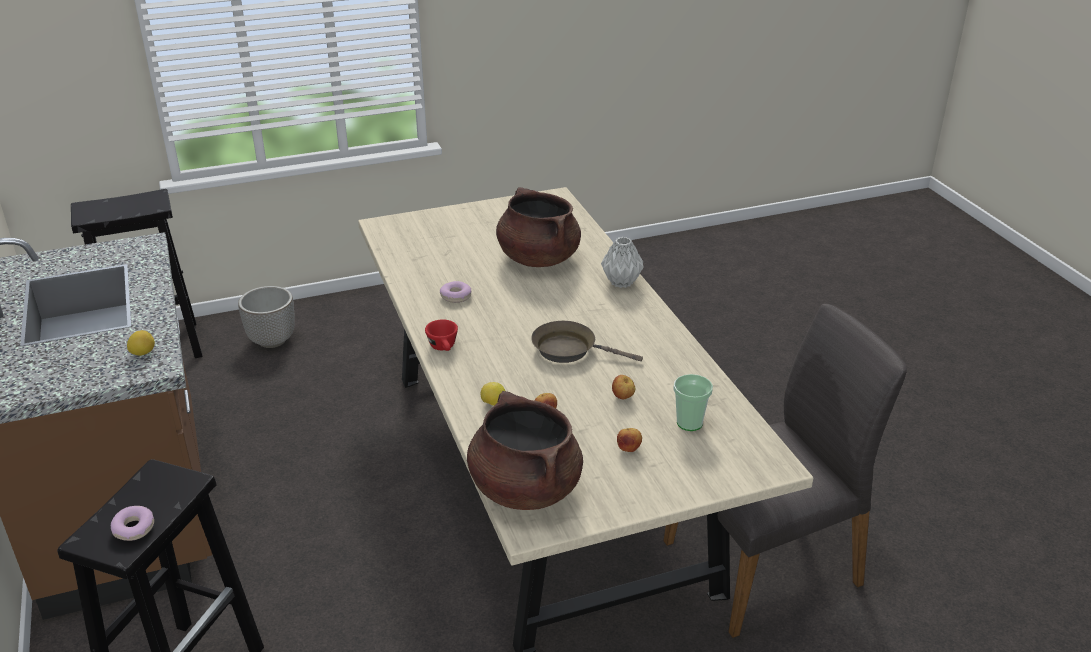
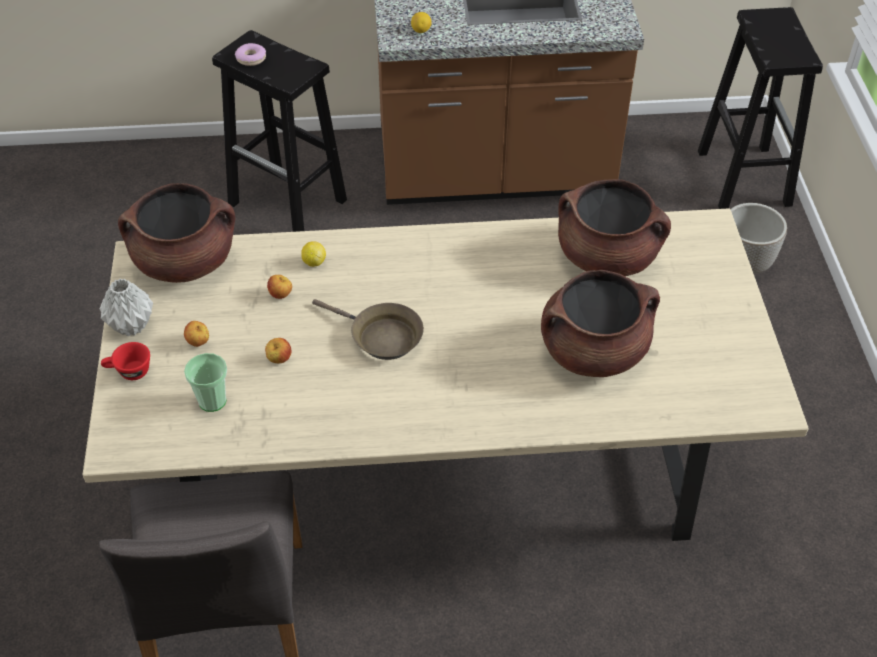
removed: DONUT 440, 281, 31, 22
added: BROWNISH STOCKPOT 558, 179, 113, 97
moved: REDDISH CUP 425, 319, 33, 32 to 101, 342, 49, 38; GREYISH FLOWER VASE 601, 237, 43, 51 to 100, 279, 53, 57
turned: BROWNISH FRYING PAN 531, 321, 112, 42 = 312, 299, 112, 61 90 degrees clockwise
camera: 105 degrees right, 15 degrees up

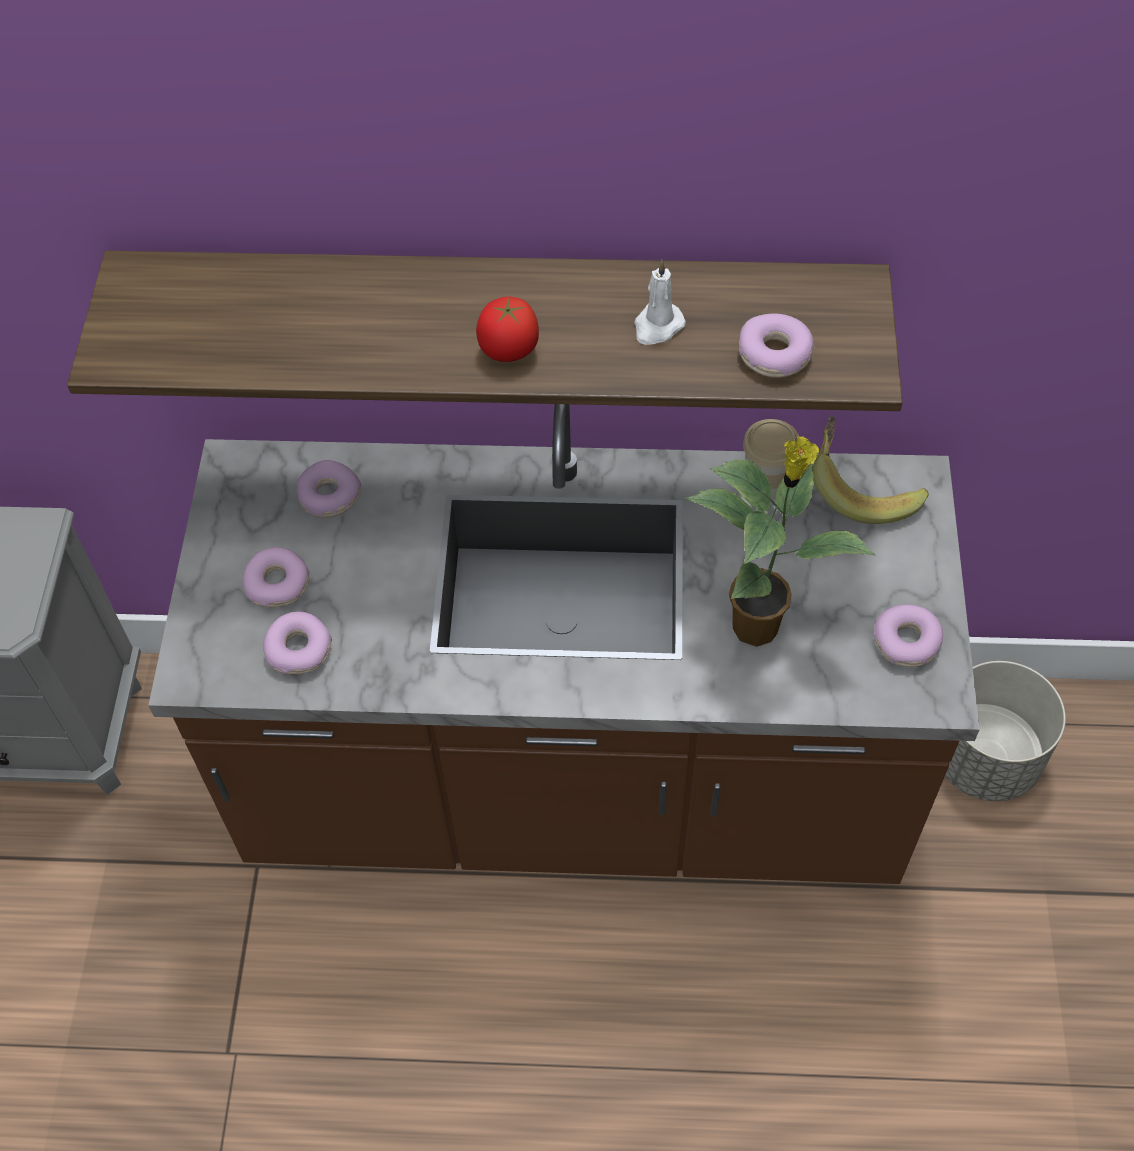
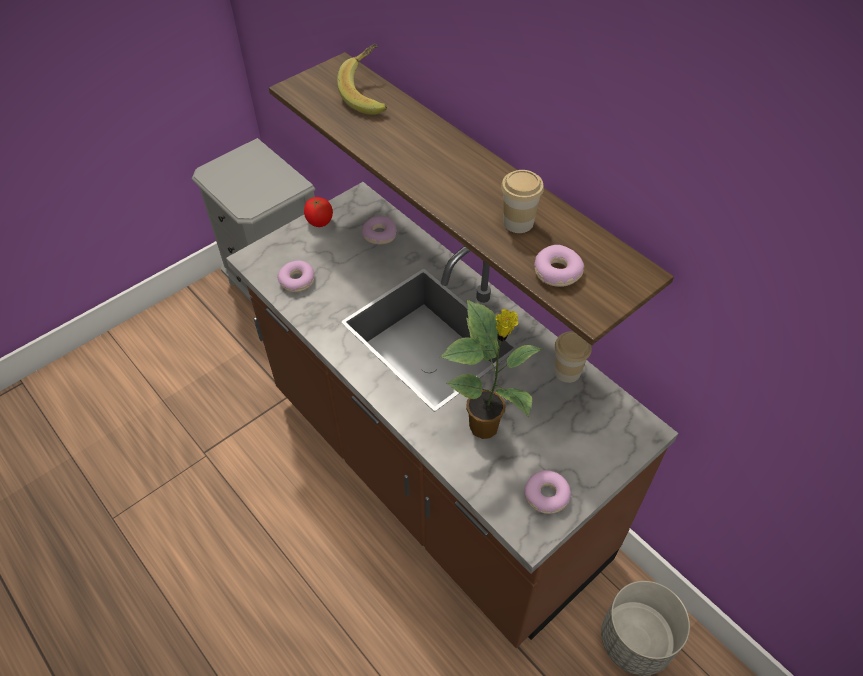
removed: DONUT 242, 547, 67, 60
moved: TOMATO 476, 297, 63, 65 to 304, 197, 29, 30; BANANA 813, 416, 116, 108 to 337, 44, 50, 71
replaced: WHITE CANDLE 634, 260, 52, 85 to CUP 501, 170, 43, 63
camera: 45 degrees right, 5 degrees down

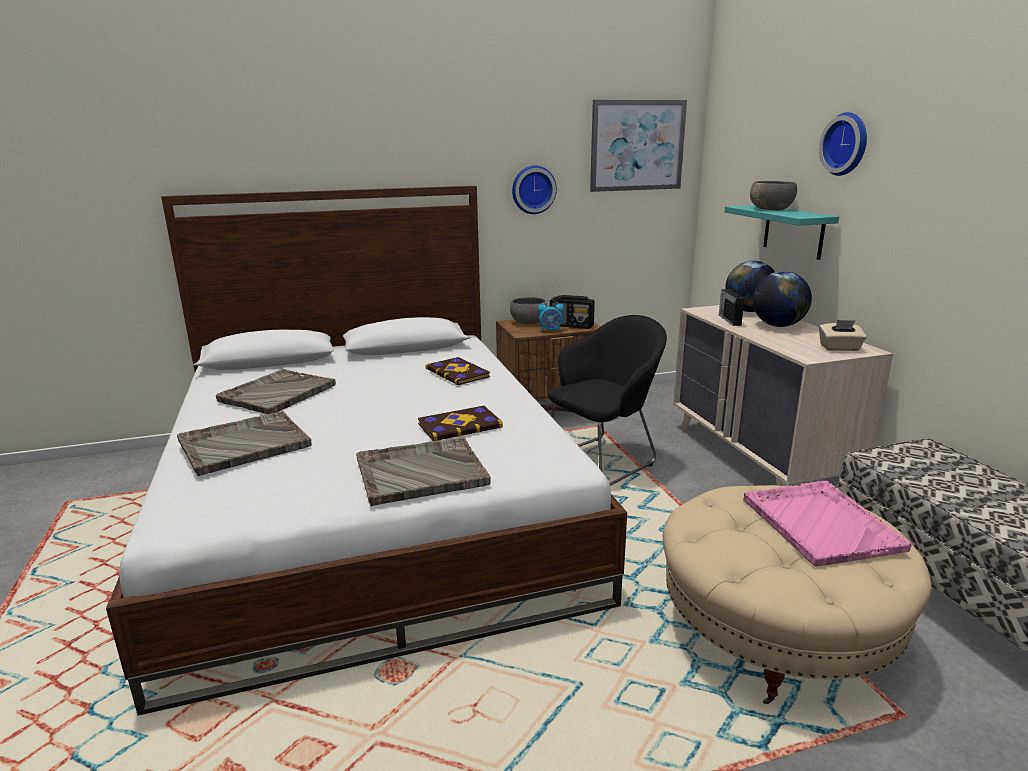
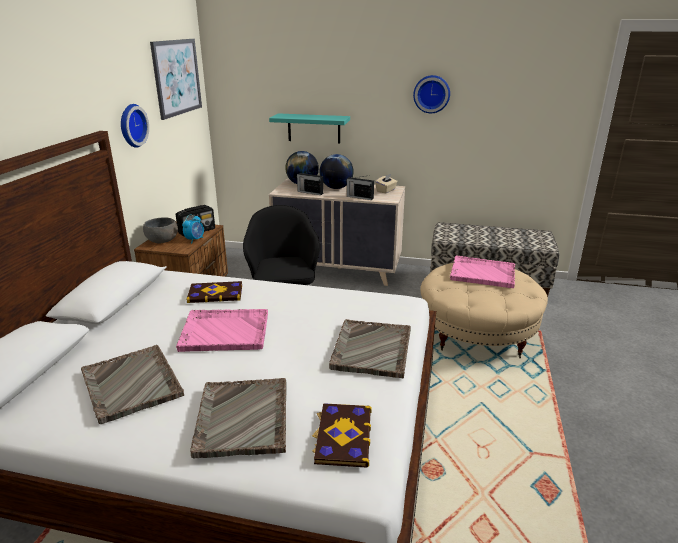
removed: GREYISH DEEP DISH 750, 181, 47, 29
added: PINK-COLOURED CARRYING TRAY 176, 309, 92, 43; RADIO 346, 176, 28, 24
moved: BOUND BOOK 418, 406, 85, 35 to 312, 403, 60, 65; HANGING CLOCK 819, 112, 48, 64 to 413, 75, 37, 38
camera: 60 degrees left, 5 degrees up

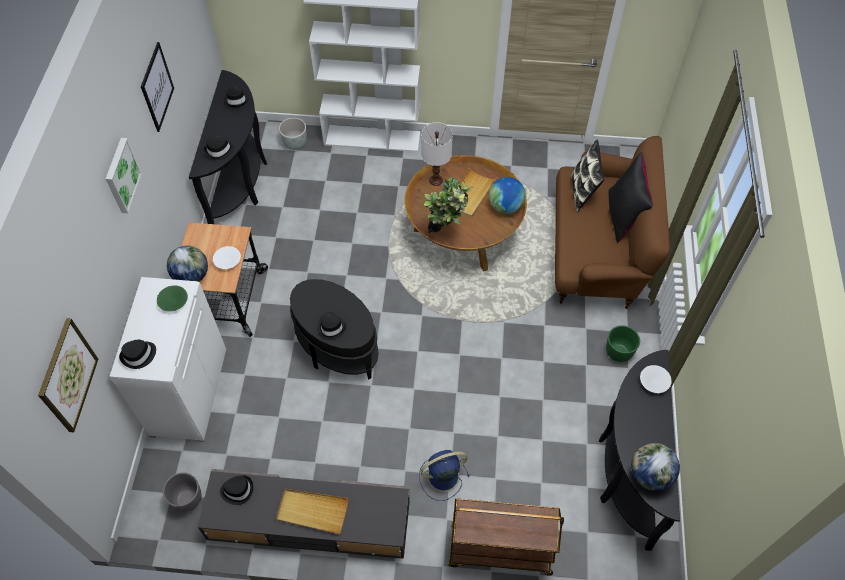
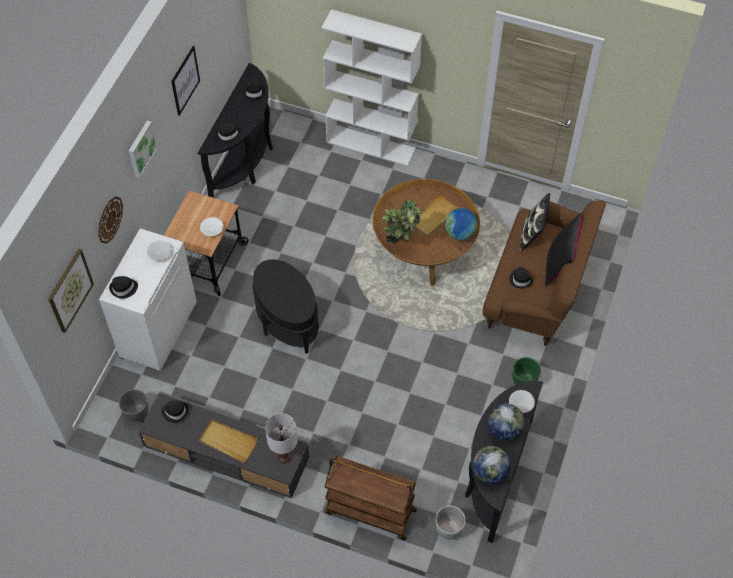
removed: BLUE-COLOURED FAN 419, 450, 51, 51
added: HANGING CLOCK 98, 196, 25, 48
moved: GLOBE 167, 246, 41, 36 to 488, 403, 37, 38; GREYISH PLANT POT 279, 118, 28, 32 to 435, 506, 31, 34; BLACK-COLOURED WEARABLE HAT 317, 312, 29, 26 to 509, 267, 24, 21; WHITE LAMP FOR A TABLE 421, 122, 32, 64 to 265, 413, 33, 51
recoloured: GREEN-COLOURED DEEP DISH 157, 285, 31, 27 to WHITE DEEP DISH 147, 240, 24, 21
camera: 15 degrees right, 0 degrees up

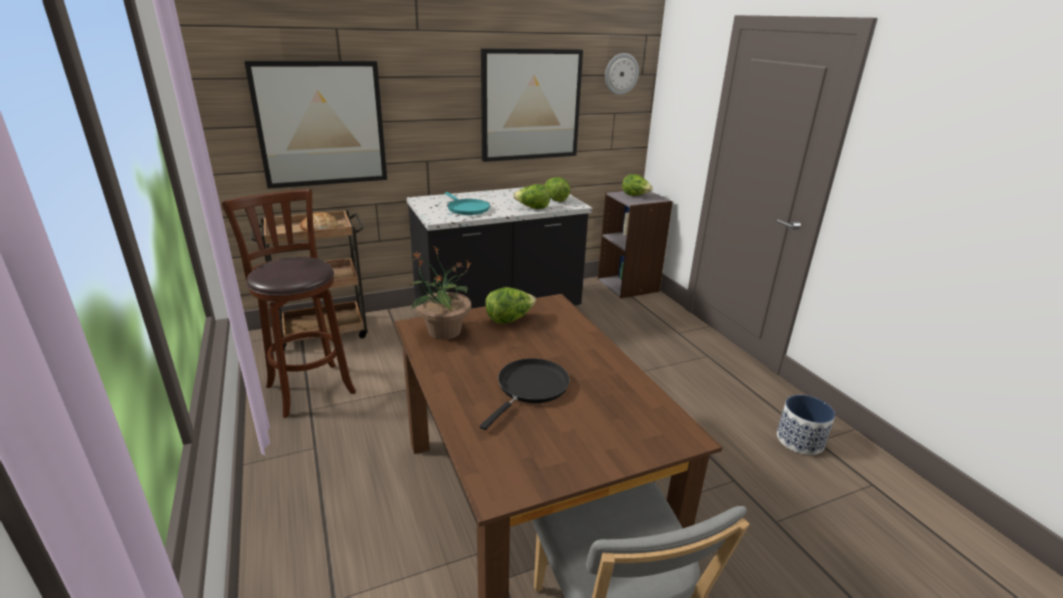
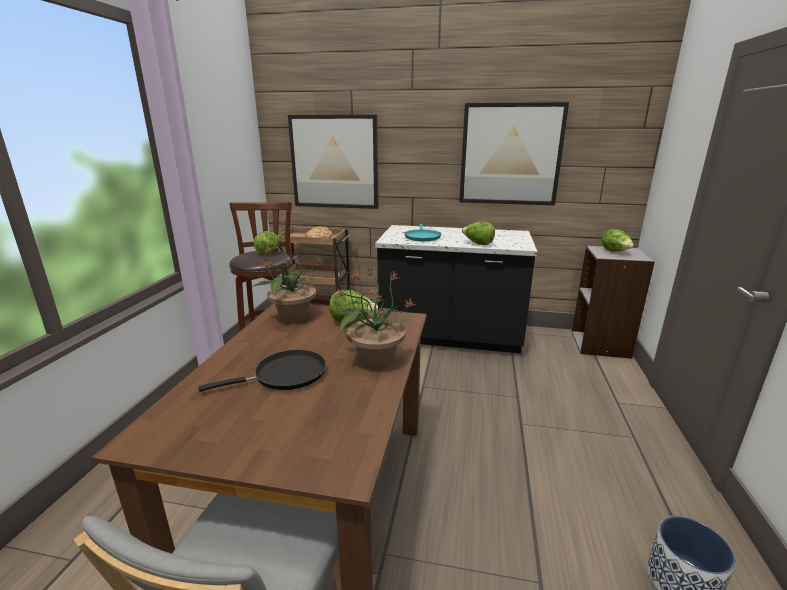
removed: HANGING CLOCK 605, 53, 34, 42
added: POTTED PLANT 335, 267, 81, 102
moved: LETTUCE 545, 177, 25, 25 to 254, 231, 26, 24
camera: 35 degrees right, 5 degrees down

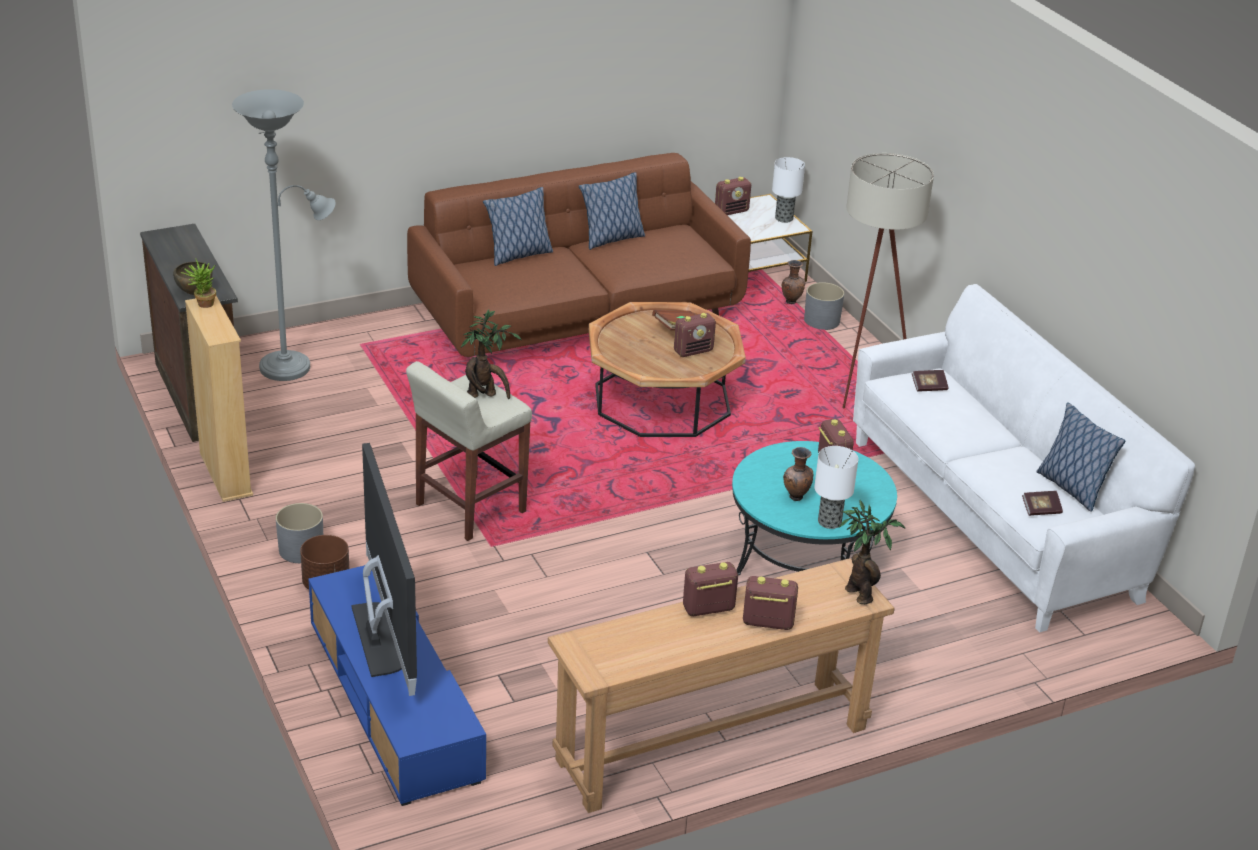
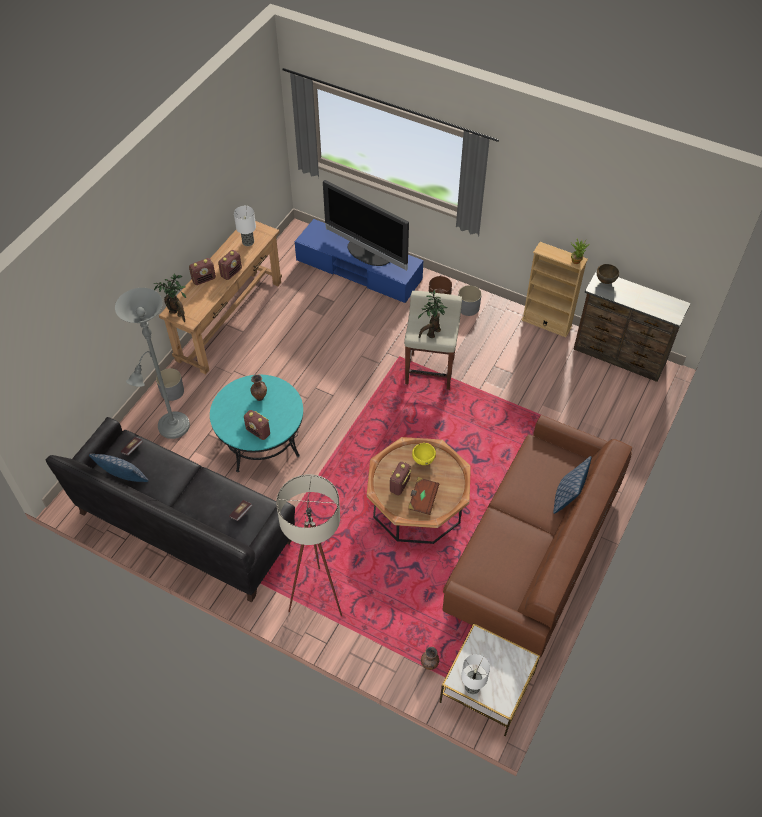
removed: PILLOW 579, 172, 66, 78; RADIO 715, 177, 36, 38
added: YELLOW DEEP DISH 412, 443, 24, 22
moved: GREYISH FLOOR LAMP 232, 89, 104, 292 to 115, 288, 75, 151; GREYISH PLANT POT 804, 282, 40, 48 to 156, 368, 28, 33; LAMP FOR A TABLE 814, 446, 44, 83 to 234, 206, 22, 40
recoloured: WHITE COUCH 853, 284, 342, 348 to BLACK-COLOURED COUCH 46, 417, 249, 185
camera: 145 degrees right, 20 degrees up

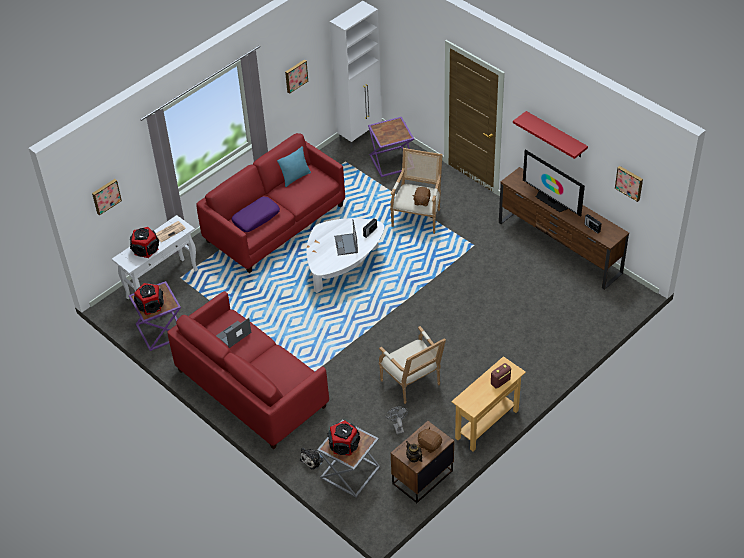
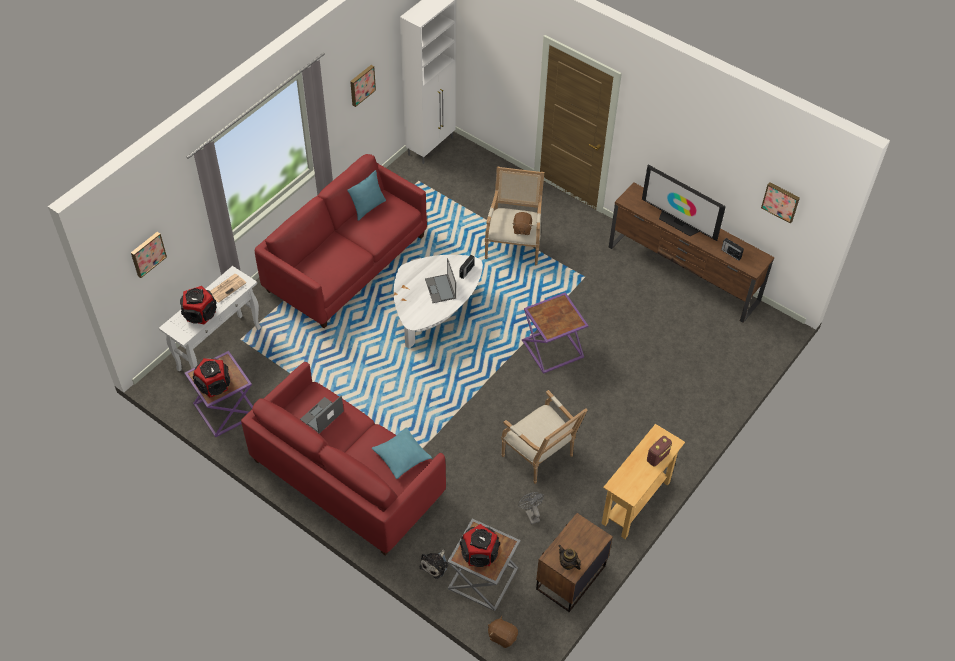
removed: PURPLE-COLOURED PILLOW 231, 197, 49, 35; REDDISH BRACKET SHELF 513, 111, 75, 48
added: TURQUOISE-COLOURED PILLOW 372, 427, 60, 52
moved: PURPLE-COLOURED ACCENT TABLE 368, 117, 46, 60 to 522, 292, 66, 82; BROWNISH SOFT TOY 418, 427, 24, 26 to 488, 616, 30, 32
camera: 10 degrees left, 5 degrees up

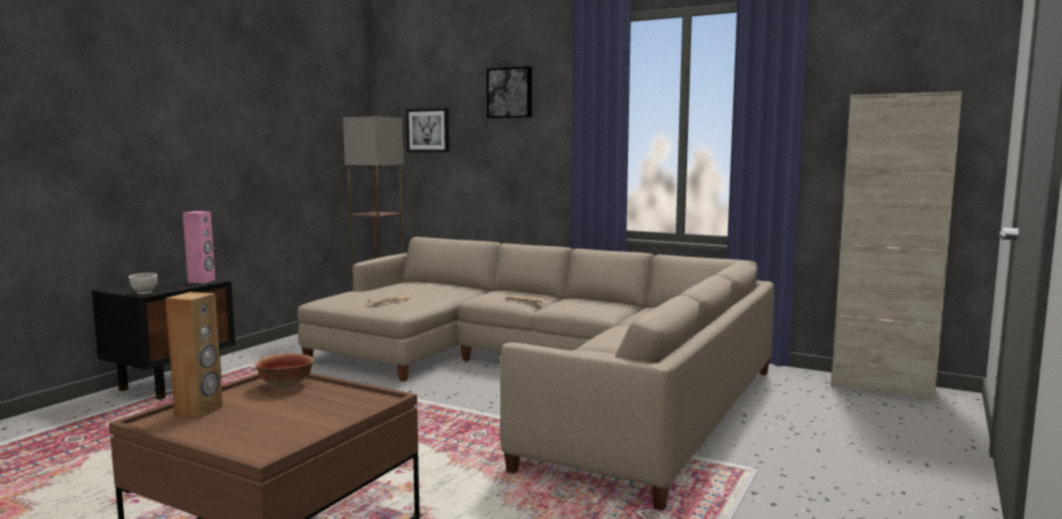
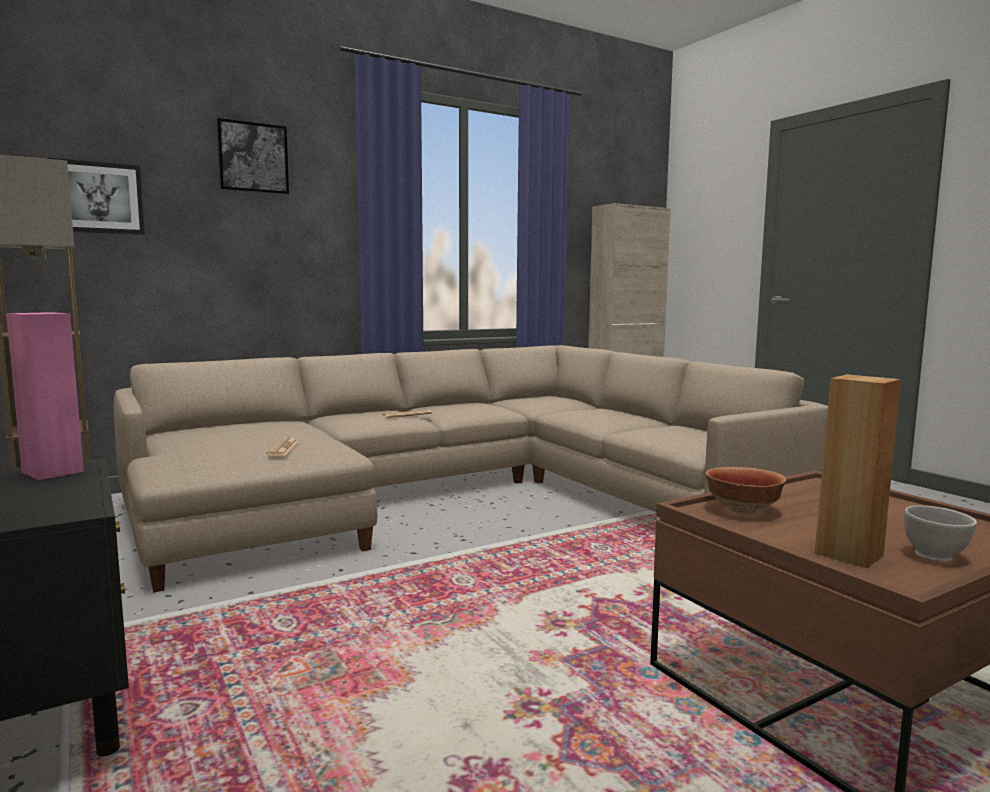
moved: WHITE DEEP DISH 129, 273, 28, 21 to 904, 505, 73, 57
camera: 60 degrees left, 0 degrees up

